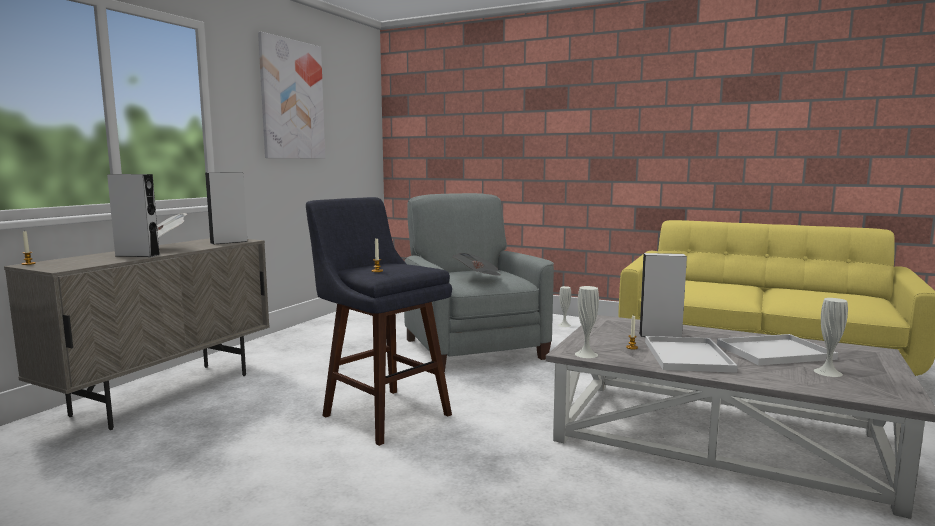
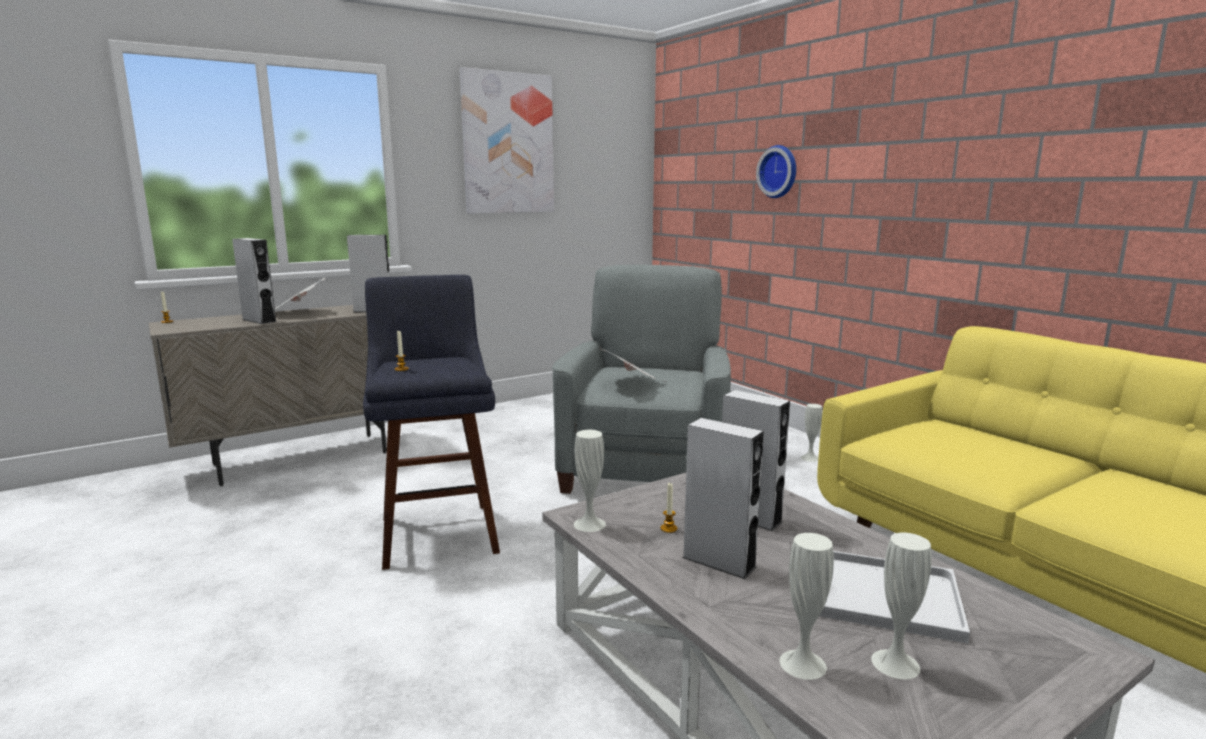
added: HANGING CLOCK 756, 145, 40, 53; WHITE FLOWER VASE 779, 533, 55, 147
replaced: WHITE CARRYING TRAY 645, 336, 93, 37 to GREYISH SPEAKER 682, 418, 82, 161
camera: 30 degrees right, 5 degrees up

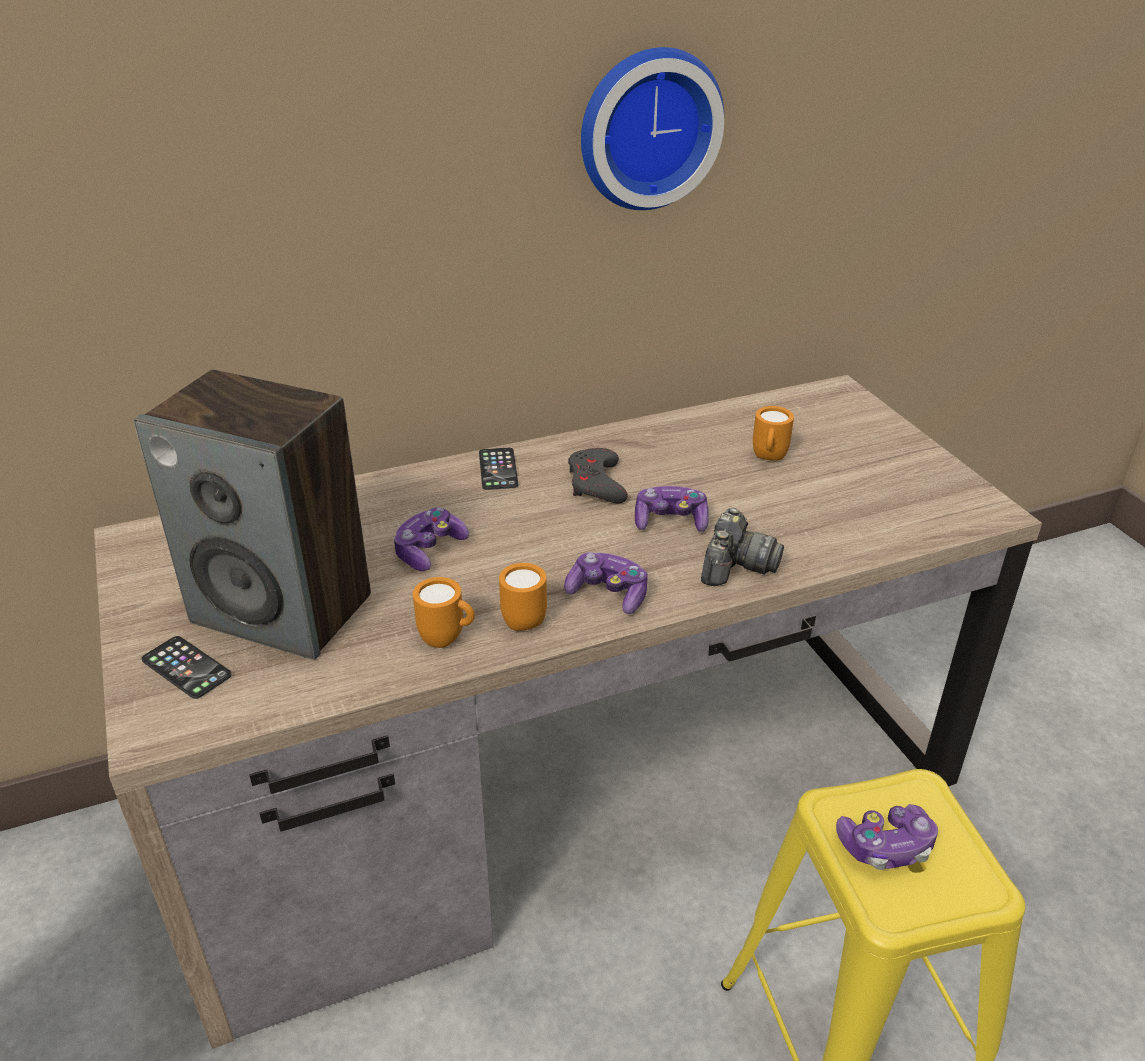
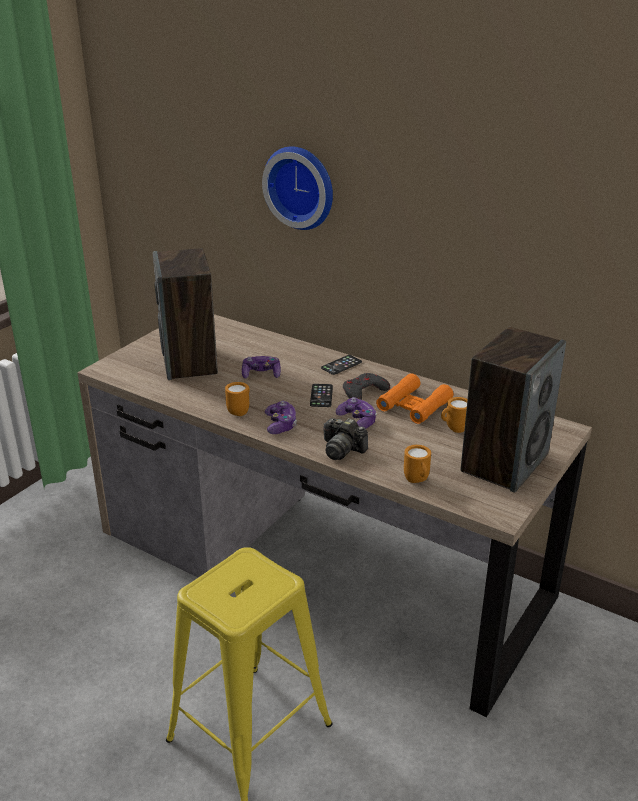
removed: JOYPAD 836, 804, 102, 66
added: ORANGE BINOCULARS 376, 373, 77, 51; SPEAKER 461, 327, 105, 166
moved: HANDSET 141, 636, 91, 63 to 310, 384, 23, 23; ORANGE MUG 413, 577, 62, 71 to 404, 445, 27, 38; HANGING CLOCK 581, 47, 143, 163 to 262, 146, 71, 84
turned: PHOTO CAMERA 701, 508, 83, 78 = 323, 418, 45, 42 45 degrees clockwise
camera: 55 degrees right, 5 degrees down

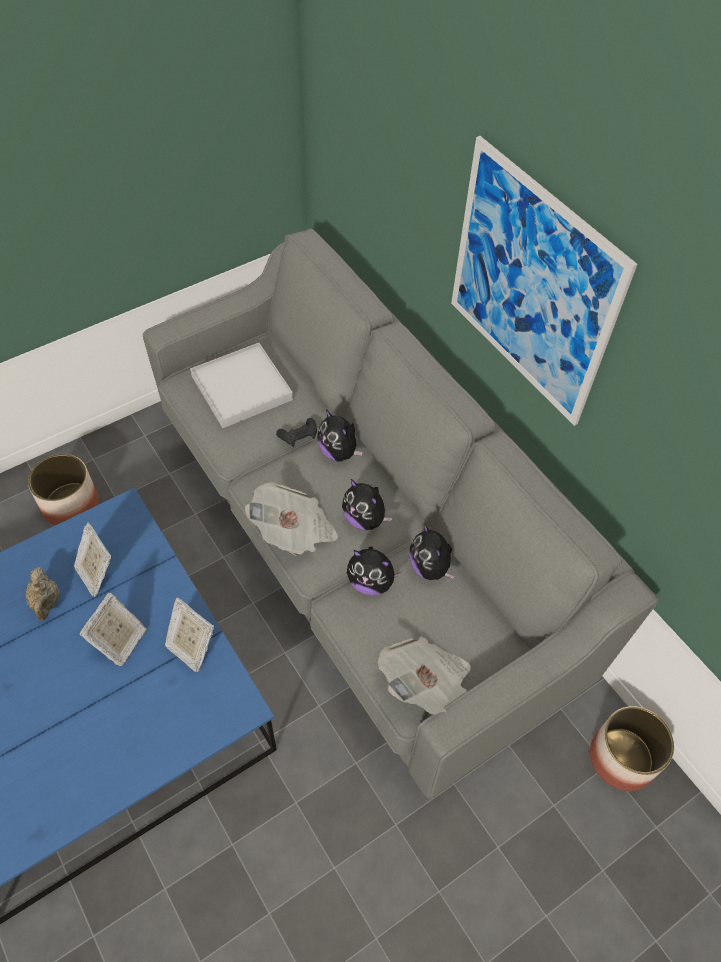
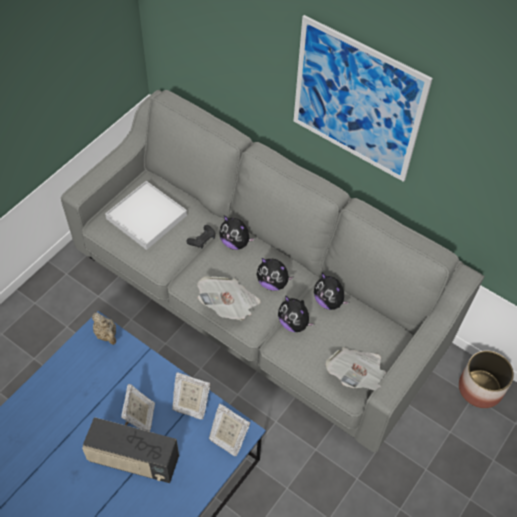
removed: PLANT POT 28, 454, 71, 72
added: RADIO 82, 417, 97, 66
moved: BEIGE POT FOR TEA 25, 567, 35, 54 to 92, 312, 24, 33; PICTURE FRAME 74, 523, 37, 74 to 209, 404, 41, 52
turned: SOFT TOY 347, 546, 55, 49 = 278, 295, 37, 37 45 degrees clockwise
camera: 20 degrees left, 0 degrees up

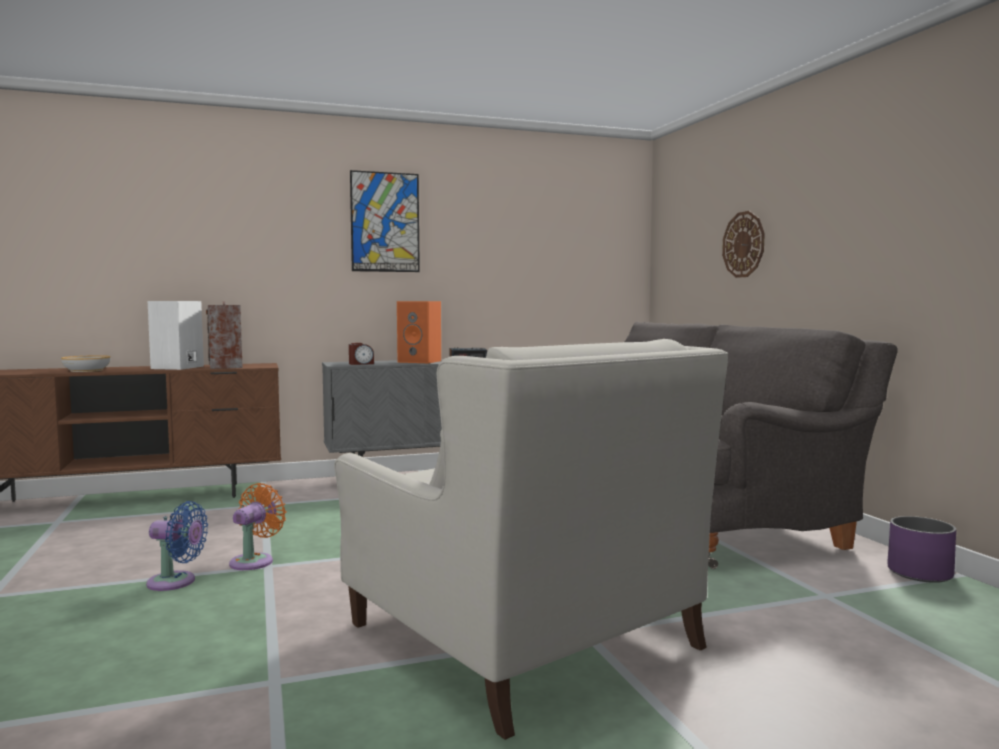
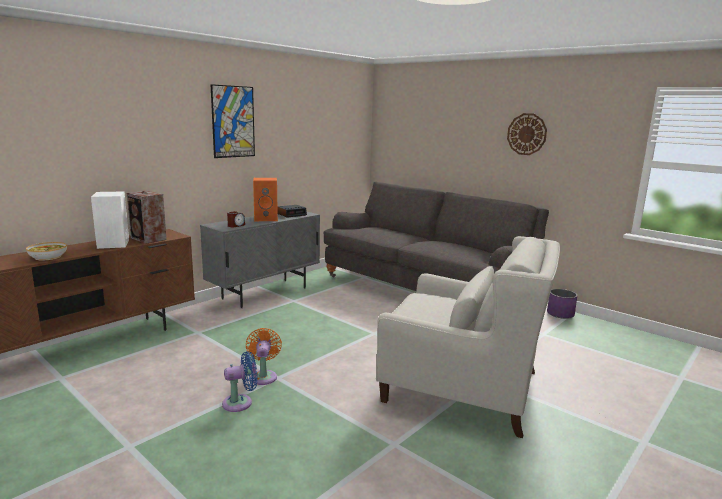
moved: HANGING CLOCK 722, 211, 43, 67 to 507, 113, 40, 42
camera: 30 degrees left, 10 degrees up

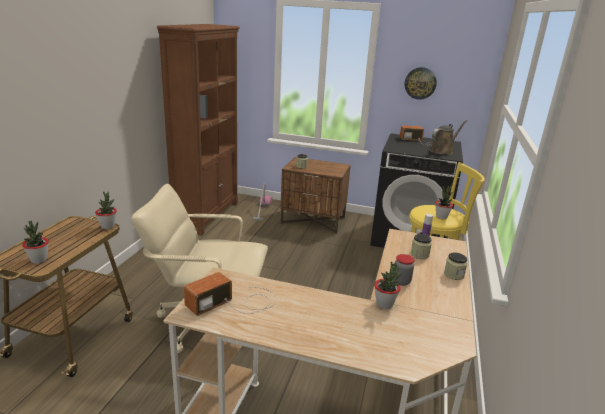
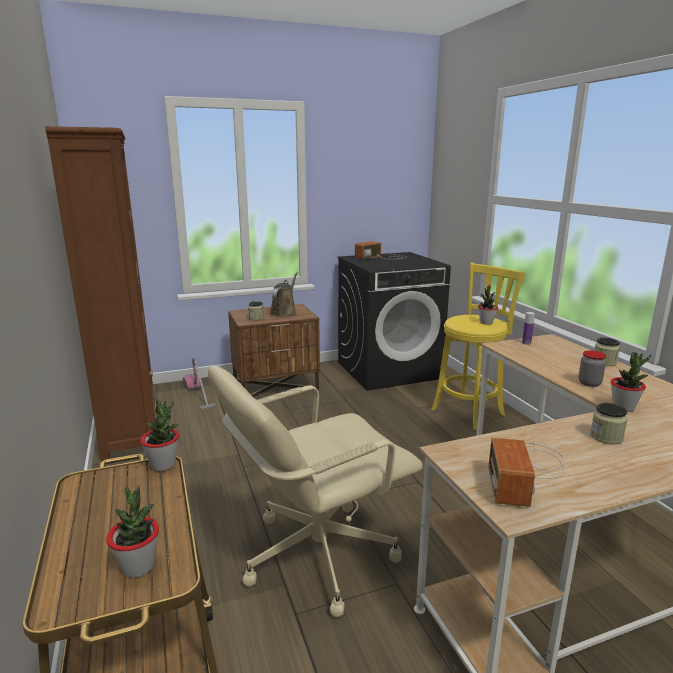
removed: HANGING CLOCK 404, 67, 33, 33
moved: STORAGE JAR 411, 234, 21, 25 to 590, 403, 37, 41; BROWNISH WATERING CAN 429, 120, 39, 35 to 270, 272, 28, 45
camera: 35 degrees left, 5 degrees down

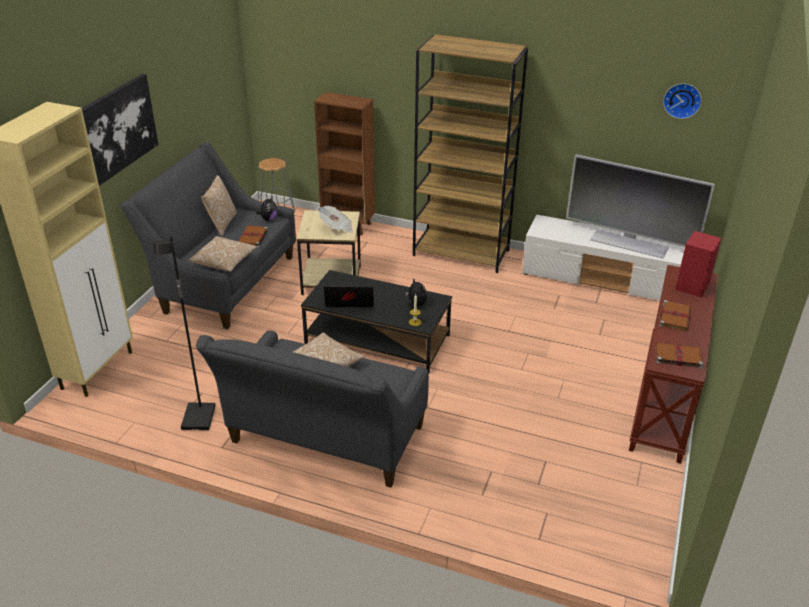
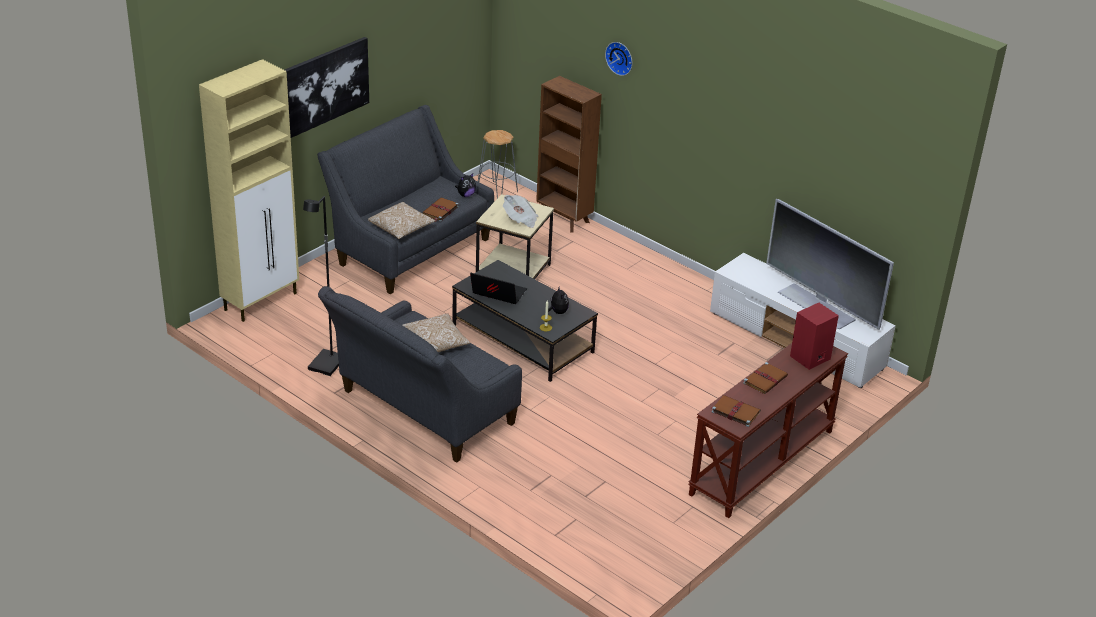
removed: PILLOW 201, 175, 36, 61; BROWNISH BOOKSHELF 413, 34, 115, 239
moved: HANGING CLOCK 663, 83, 39, 36 to 605, 42, 27, 34
camera: 20 degrees right, 0 degrees up

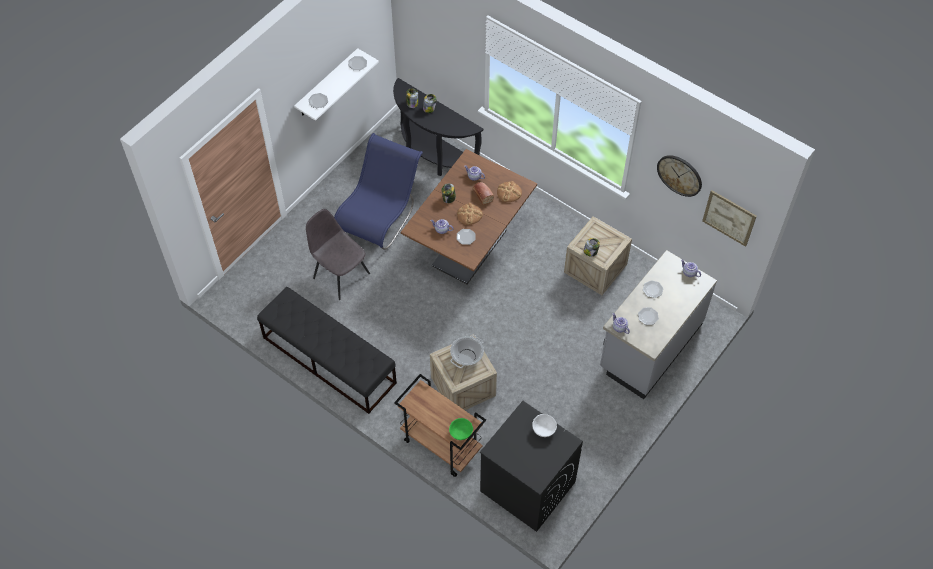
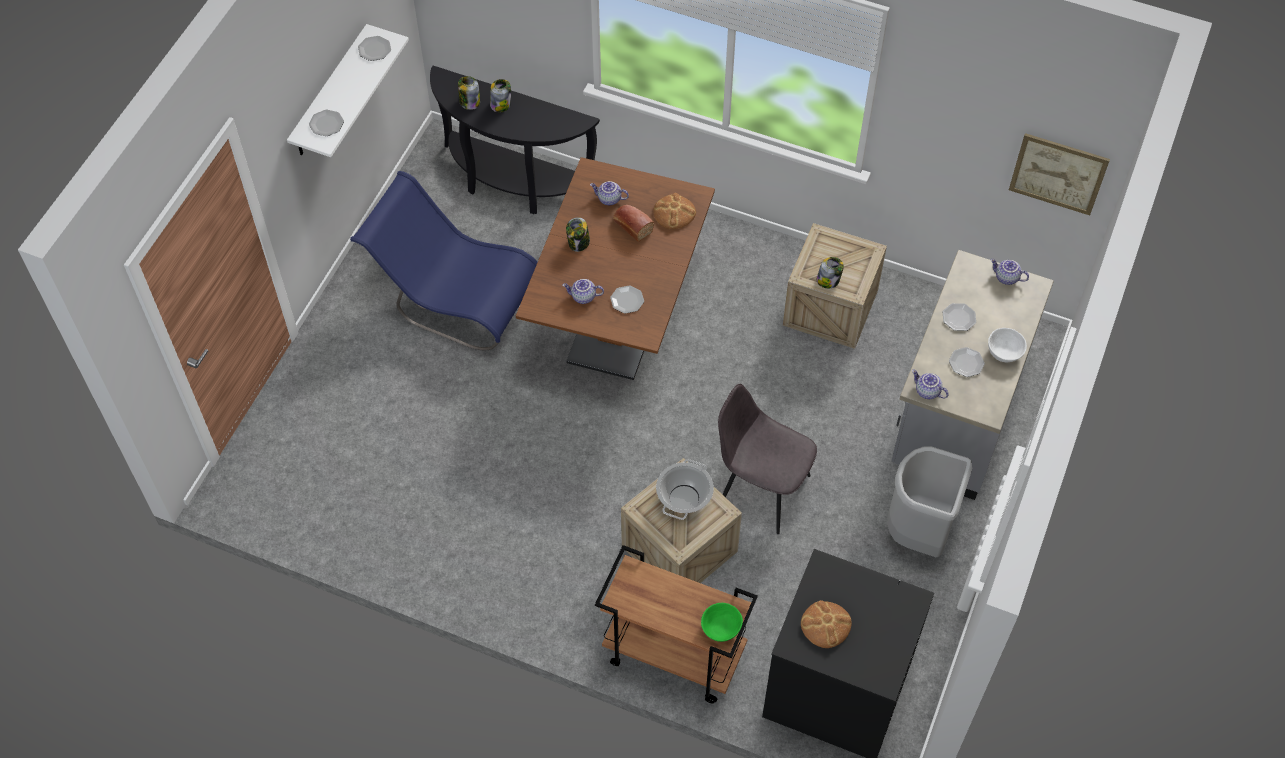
removed: BLACK-COLOURED INDOOR BENCH 257, 287, 140, 127; HANGING CLOCK 657, 155, 45, 42
added: GREYISH RUBBISH BIN 887, 446, 85, 111
moved: GREYISH PLAIN CHAIR 306, 209, 64, 91 to 718, 384, 99, 150; BAKERY BREAD 457, 203, 26, 22 to 801, 600, 51, 48; WHITE DEEP DISH 532, 414, 25, 23 to 988, 328, 39, 34
turned: BLUE-COLOURED PLAIN CHAIR 334, 133, 89, 117 = 350, 171, 188, 179 75 degrees counterclockwise
camera: 15 degrees left, 0 degrees up

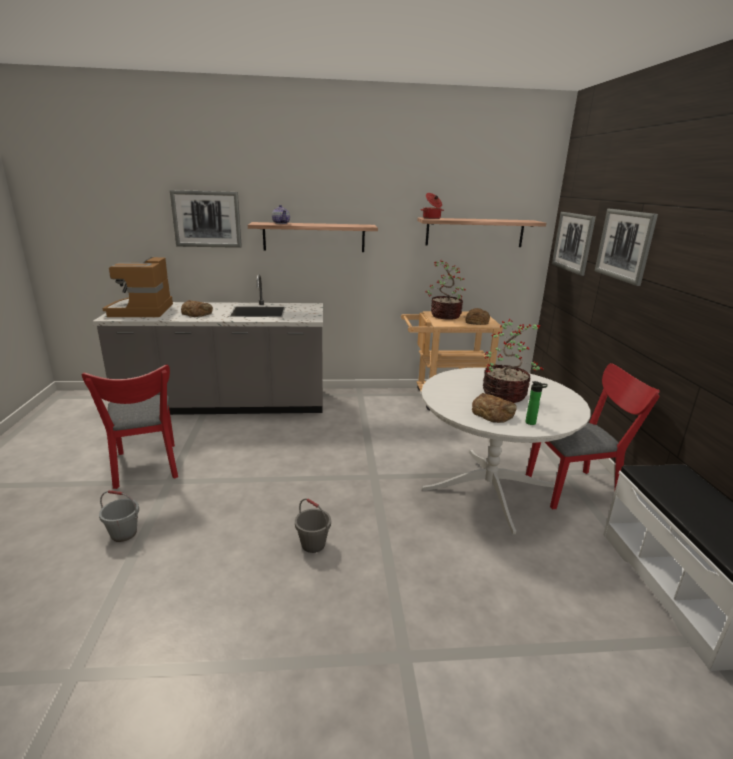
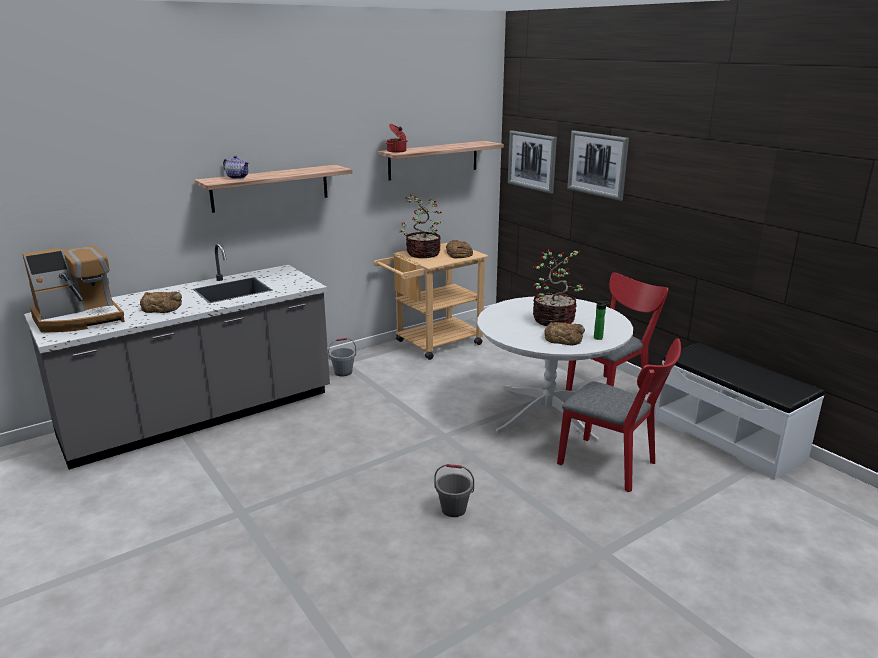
removed: WALL PICTURE 170, 190, 72, 58
moved: REDDISH PLAIN CHAIR 82, 364, 96, 125 to 557, 338, 124, 154; GREYISH PAIL 99, 490, 40, 52 to 328, 338, 28, 38
turned: COFFEE BREWER 102, 257, 71, 60 = 22, 245, 103, 88 90 degrees counterclockwise
camera: 30 degrees left, 0 degrees up

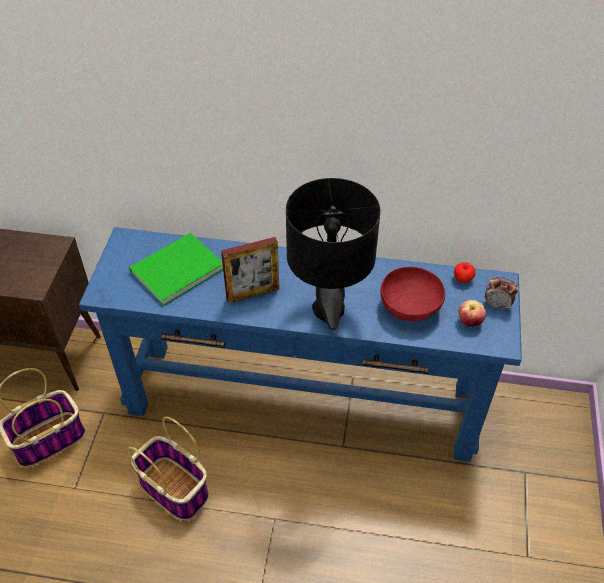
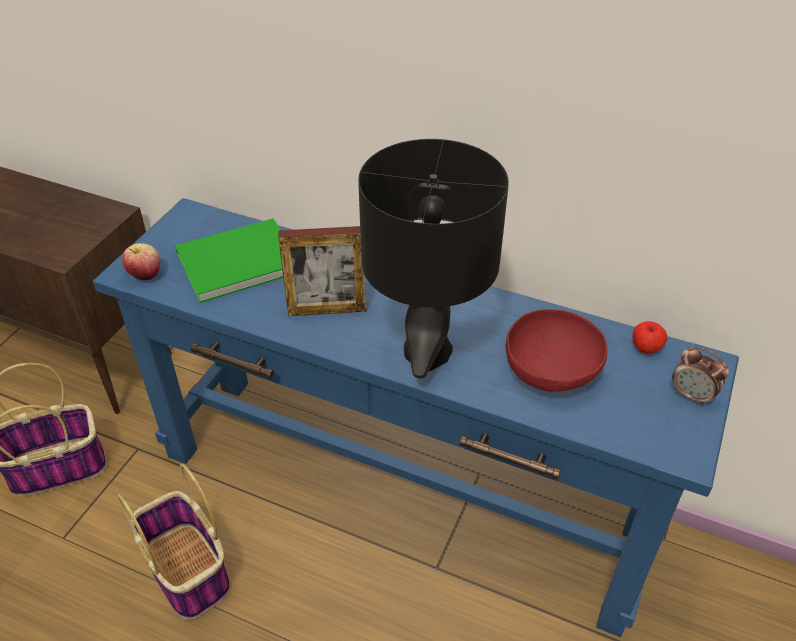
moved: APPLE FRUIT 458, 300, 28, 27 to 122, 243, 38, 37
camera: 15 degrees right, 5 degrees down

